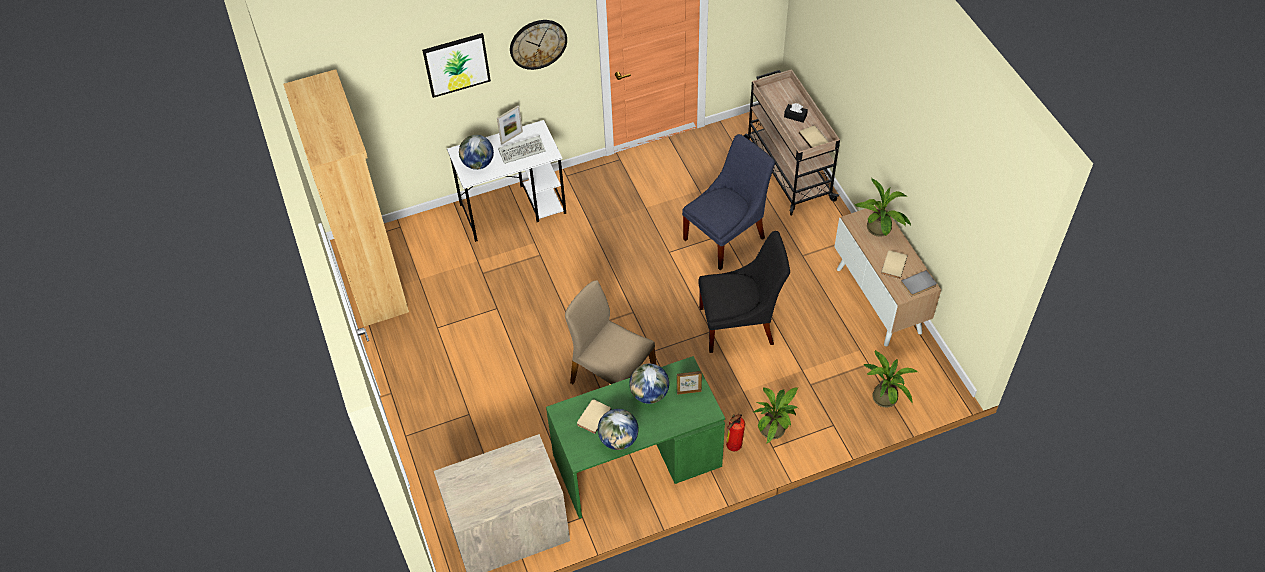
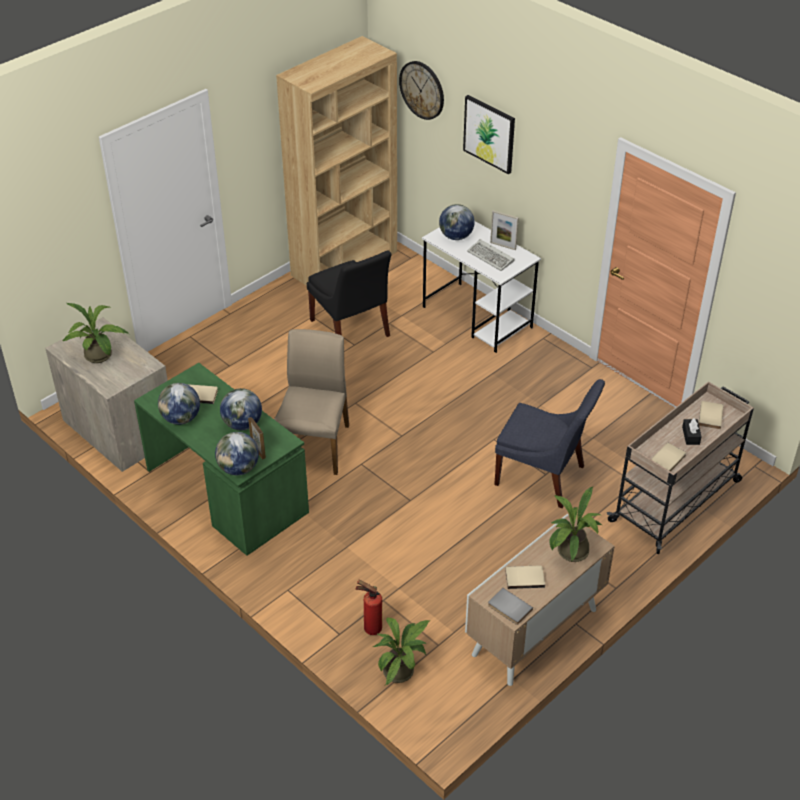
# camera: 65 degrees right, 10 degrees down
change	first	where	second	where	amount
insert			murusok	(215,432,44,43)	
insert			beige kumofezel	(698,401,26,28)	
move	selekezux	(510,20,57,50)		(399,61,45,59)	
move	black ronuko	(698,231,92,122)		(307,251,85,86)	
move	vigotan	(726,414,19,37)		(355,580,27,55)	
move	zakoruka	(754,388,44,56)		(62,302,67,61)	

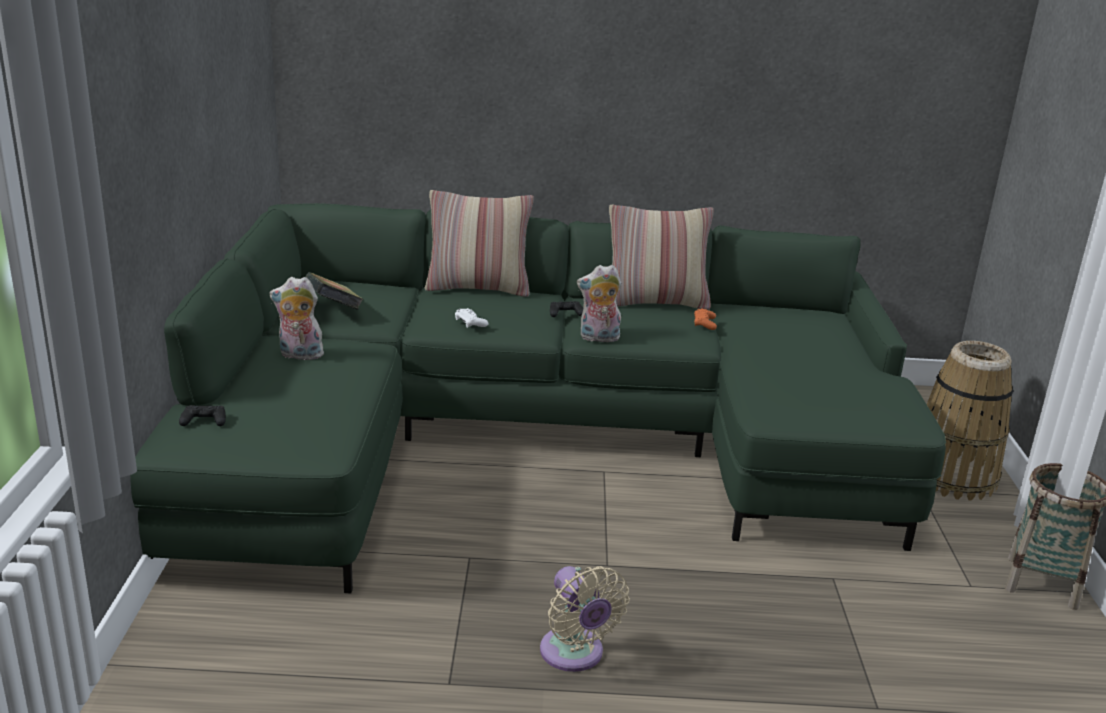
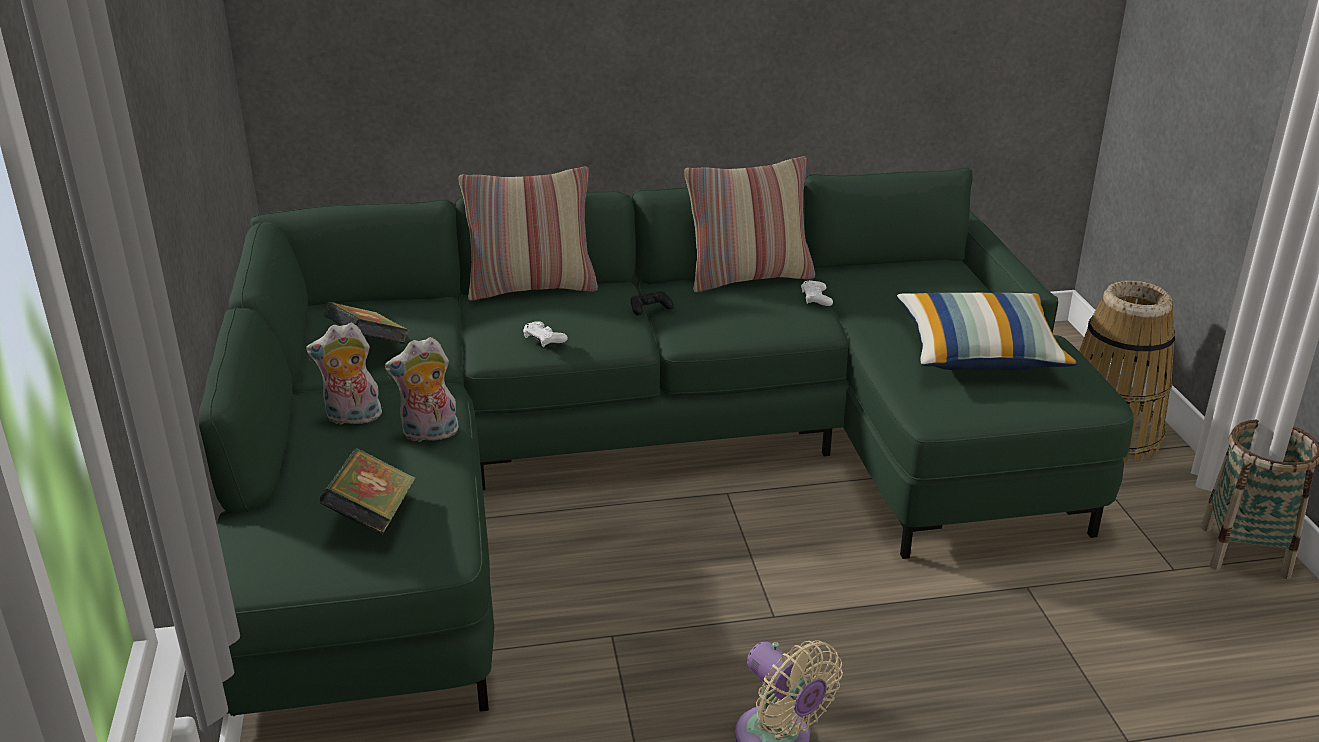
# camera: 10 degrees left, 5 degrees up
change	first	where	second	where	amount
delete	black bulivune	(179,405,47,21)			
insert			kumofezel	(319,448,96,87)	
insert			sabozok	(897,293,181,77)	
move	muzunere	(577,265,45,77)		(385,337,74,105)	
recolor	orange bulivune	(694,308,23,22)	white bulivune	(801,280,32,26)	

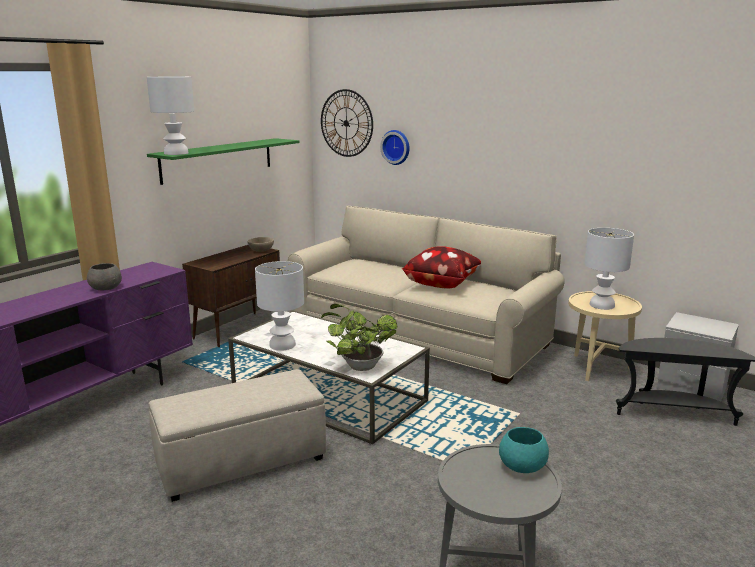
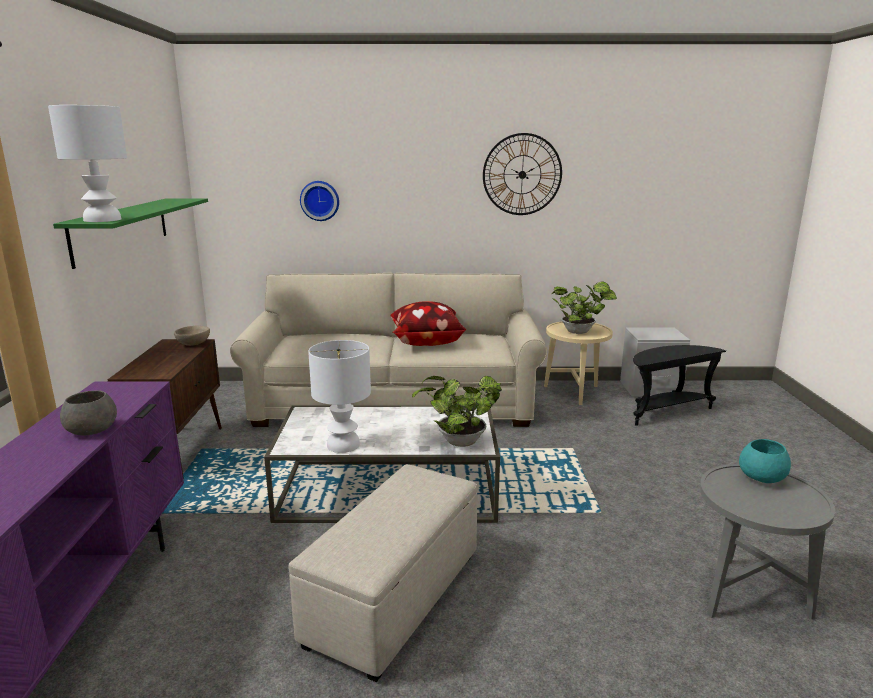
# camera: 35 degrees left, 0 degrees up
change	first	where	second	where	amount
move	selekezux	(321,89,52,68)		(483,133,79,82)	
replace	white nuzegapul	(584,228,50,82)	zakoruka	(552,282,65,52)	

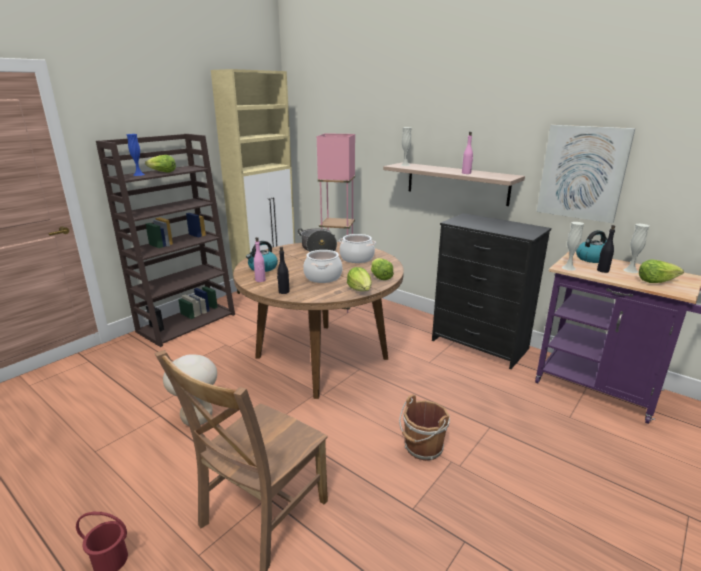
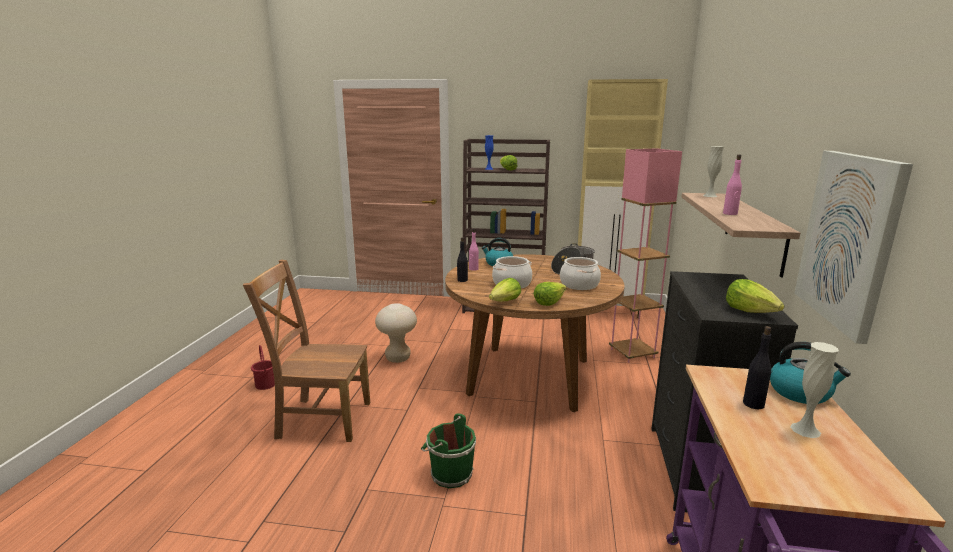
# camera: 60 degrees right, 5 degrees down
change	first	where	second	where	amount
delete	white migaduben	(561,222,23,49)			
move	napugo	(639,260,45,23)		(726,279,59,34)	
recolor	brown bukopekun	(399,394,51,67)	green bukopekun	(421,413,55,75)	

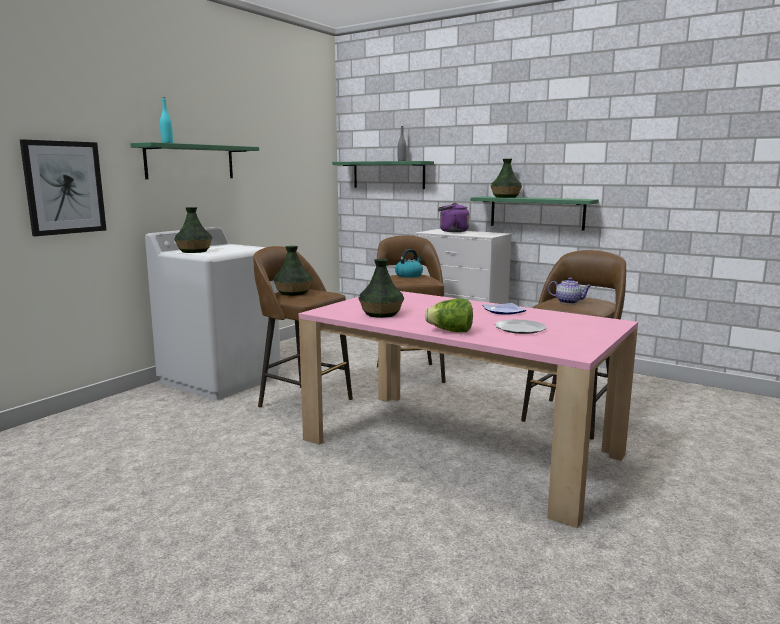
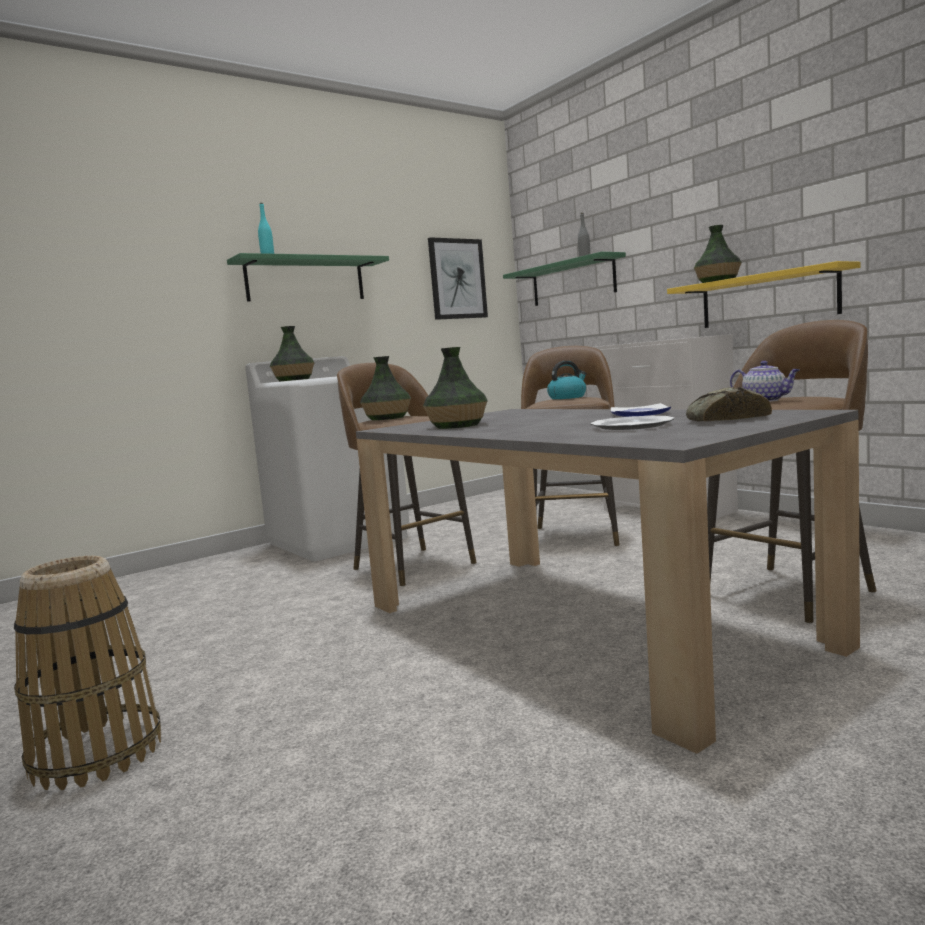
# camera: 20 degrees right, 5 degrees down
change	first	where	second	where	amount
delete	napugo	(425,298,48,34)			
delete	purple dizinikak	(438,203,32,29)			
insert			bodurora	(14,556,147,234)	
insert			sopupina	(686,387,86,34)	
move	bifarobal	(20,139,86,97)		(428,237,60,83)	
recolor	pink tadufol	(299,291,339,237)	grey tadufol	(356,409,504,345)	
recolor	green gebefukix	(471,196,128,35)	yellow gebefukix	(667,261,193,67)	

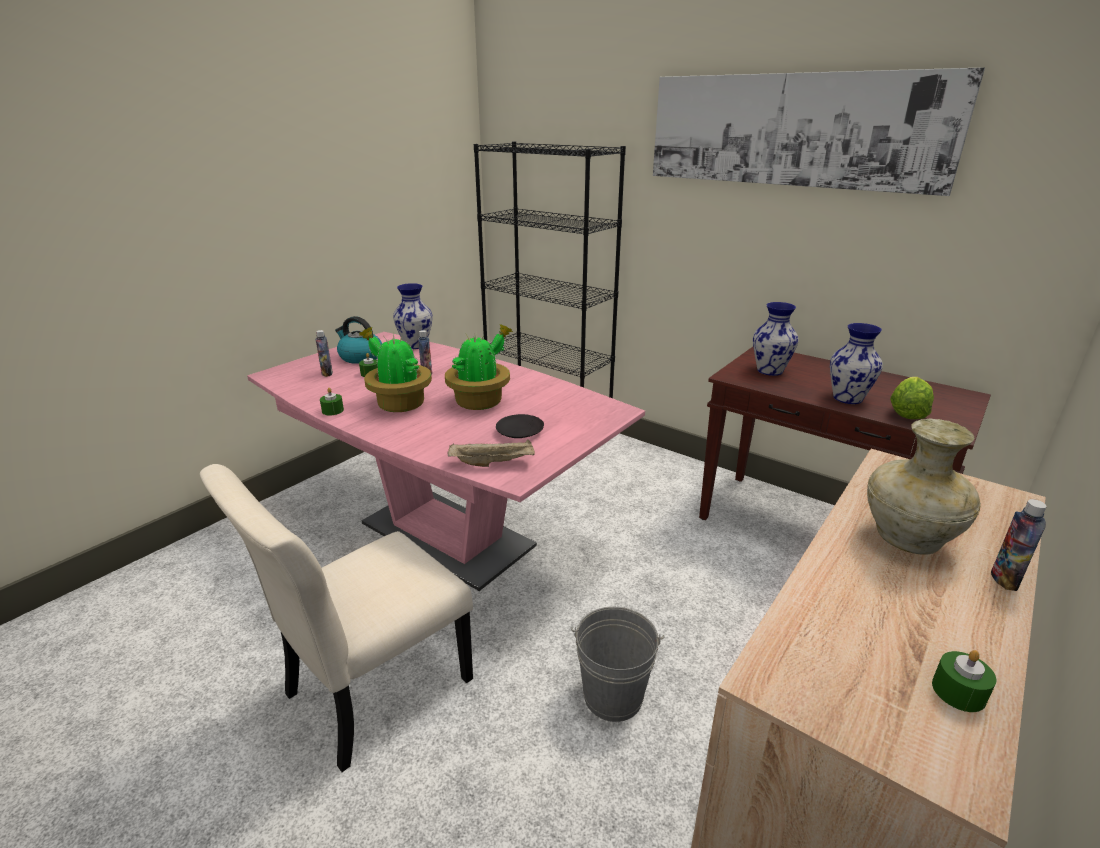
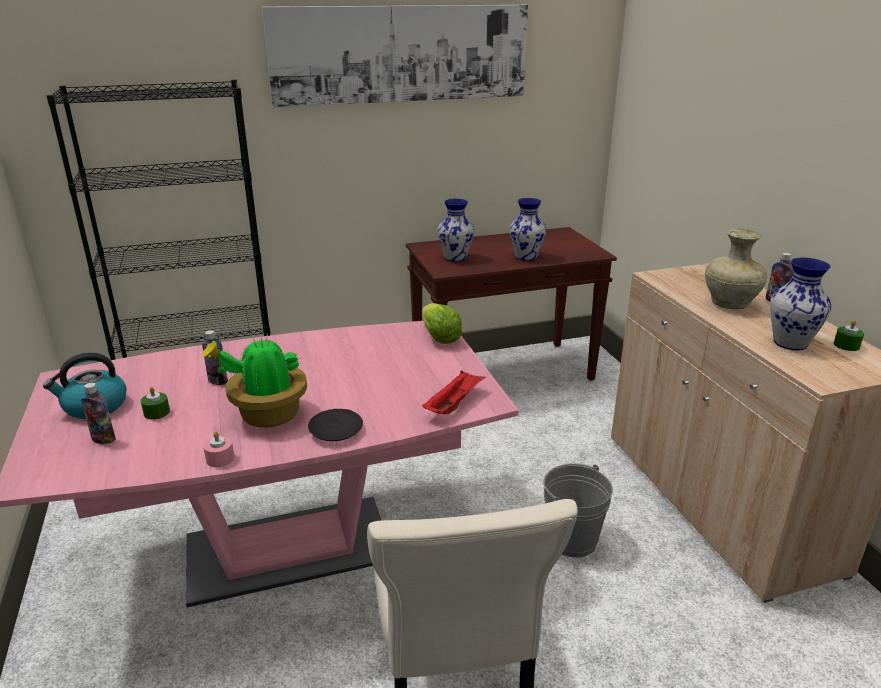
# camera: 55 degrees left, 0 degrees up
change	first	where	second	where	amount
delete	zakoruka	(445,324,68,86)			
move	migaduben	(393,283,39,66)		(770,258,61,92)	
move	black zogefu	(496,414,48,24)		(308,409,55,32)	
move	napugo	(890,377,44,42)		(422,303,40,41)	
recolor	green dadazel	(320,388,24,27)	pink dadazel	(203,431,31,36)	
recolor	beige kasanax	(448,439,87,28)	red kasanax	(422,370,64,45)	

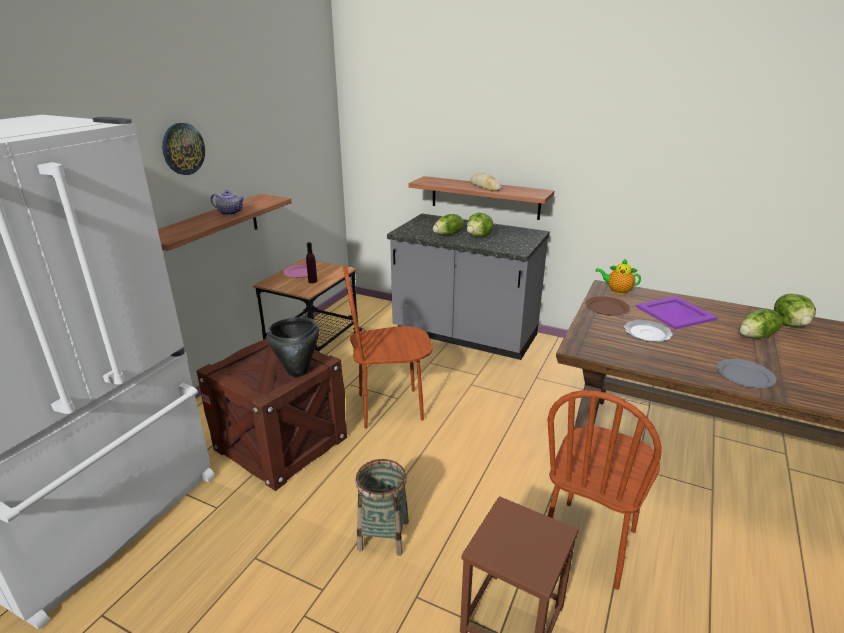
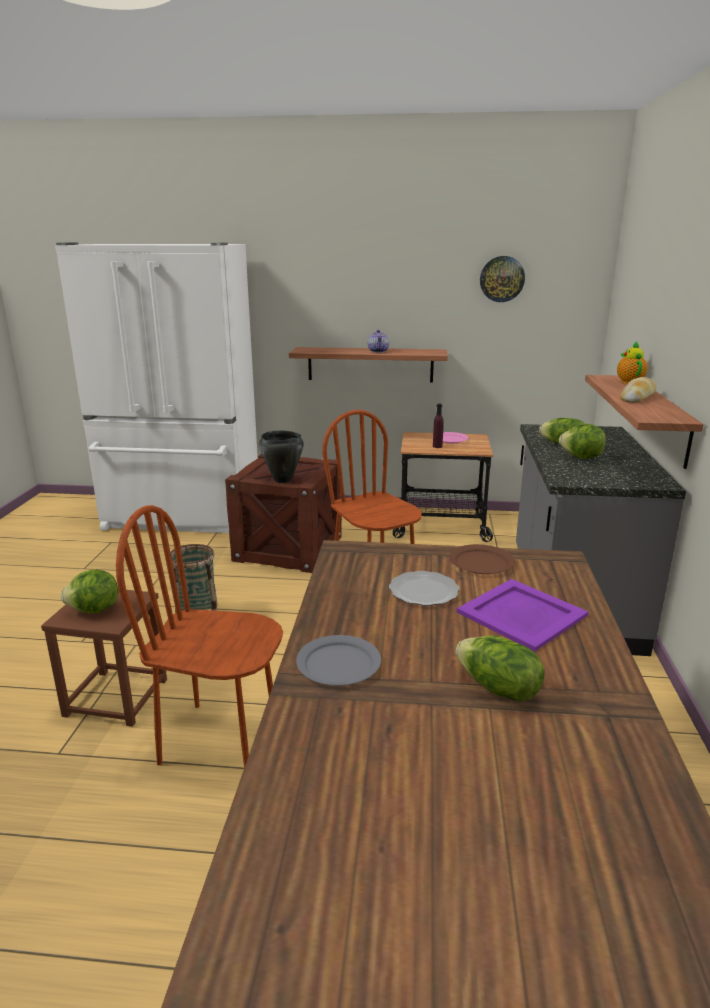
# camera: 70 degrees right, 5 degrees down
change	first	where	second	where	amount
move	selekezux	(162,123,43,52)		(480,256,45,46)	
move	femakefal	(595,258,46,37)		(617,341,31,43)	
move	napugo	(774,294,42,33)		(60,569,58,44)	

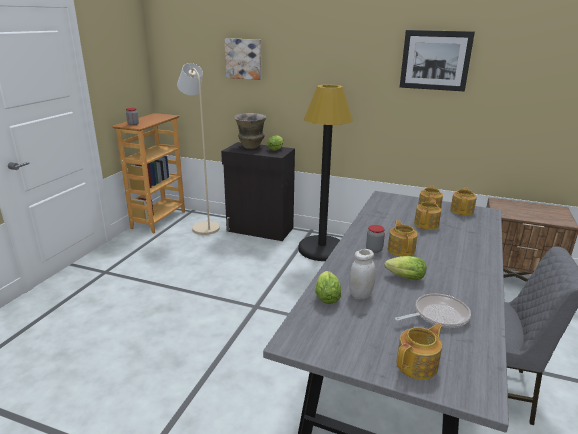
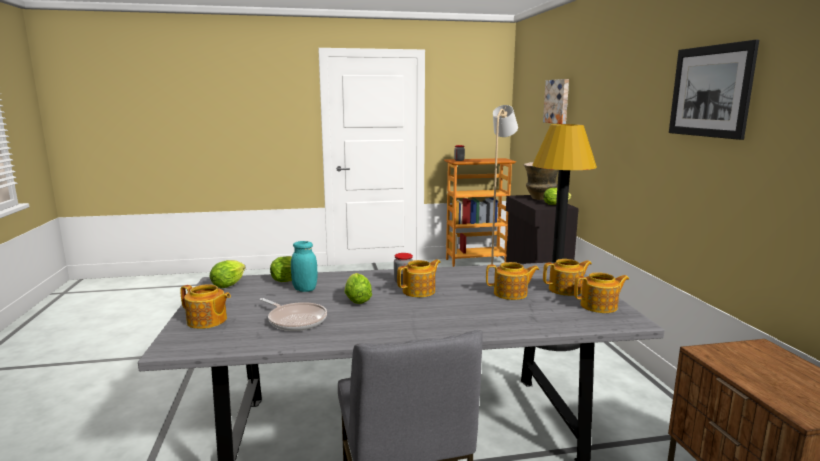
# camera: 60 degrees right, 10 degrees down
change	first	where	second	where	amount
insert			napugo	(210,260,35,28)	
recolor	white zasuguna	(349,249,27,51)	turquoise zasuguna	(291,241,27,51)	

